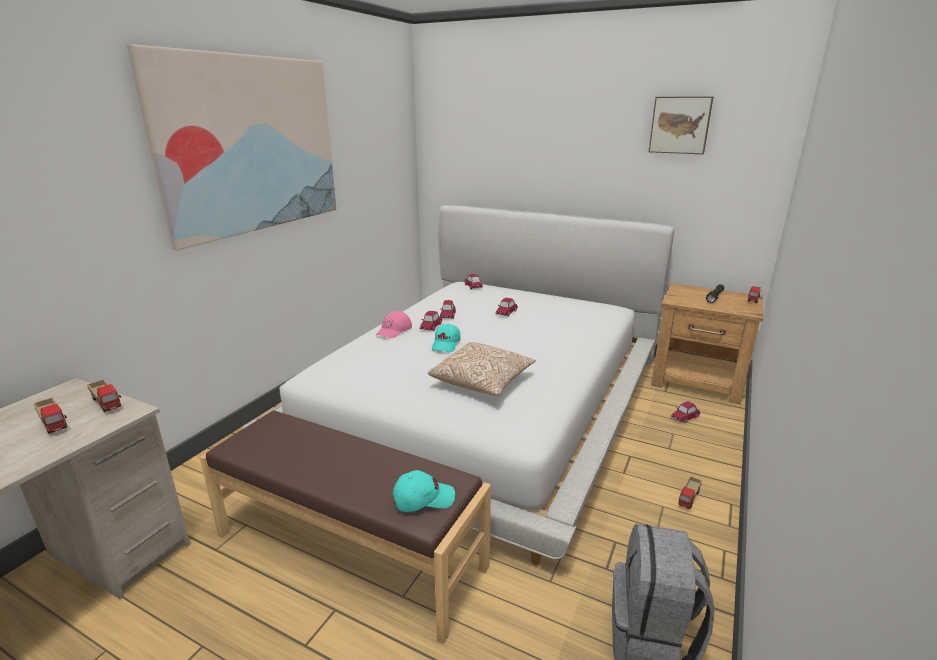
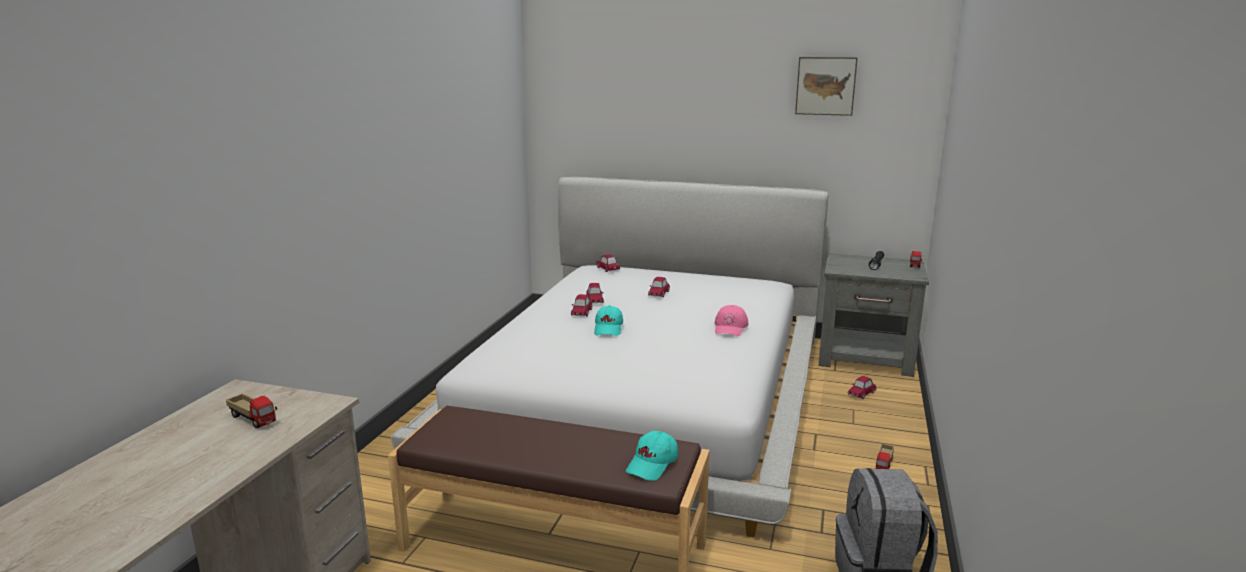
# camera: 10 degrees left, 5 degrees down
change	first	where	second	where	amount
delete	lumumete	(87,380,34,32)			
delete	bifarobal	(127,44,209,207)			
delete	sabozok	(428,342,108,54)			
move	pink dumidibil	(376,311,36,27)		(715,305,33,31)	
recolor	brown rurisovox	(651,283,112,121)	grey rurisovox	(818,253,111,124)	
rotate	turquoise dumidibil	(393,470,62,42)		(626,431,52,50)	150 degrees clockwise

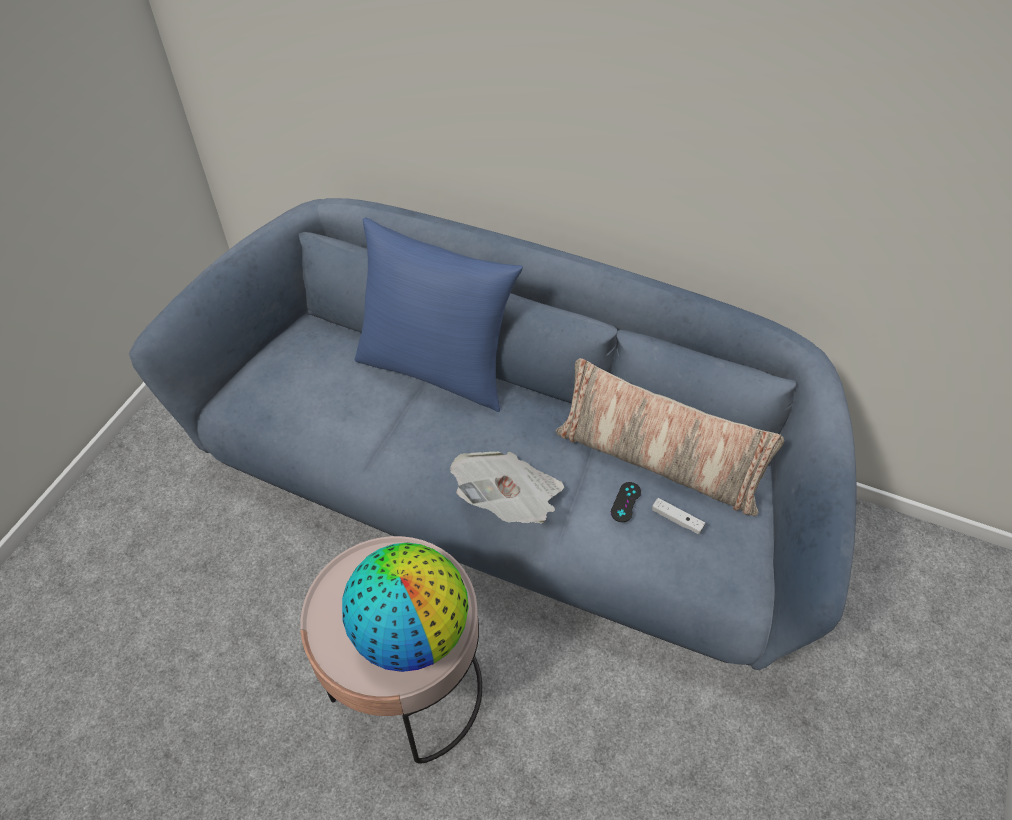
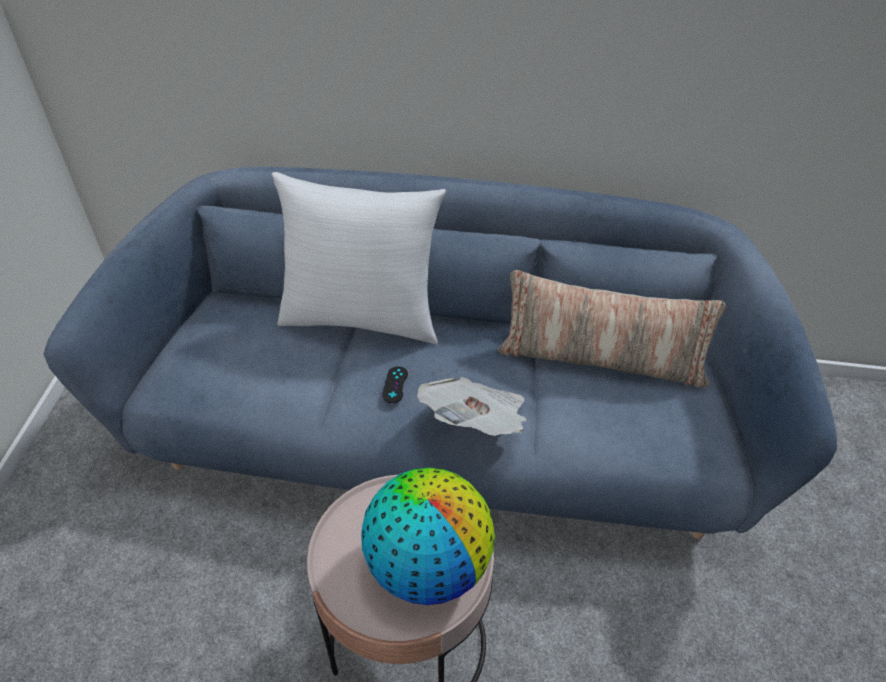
# camera: 15 degrees left, 5 degrees down
change	first	where	second	where	amount
delete	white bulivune	(652,498,53,37)			
move	black bulivune	(611,482,30,40)		(382,366,26,37)	
recolor	blue sabozok	(355,218,168,194)	white sabozok	(272,172,174,172)	

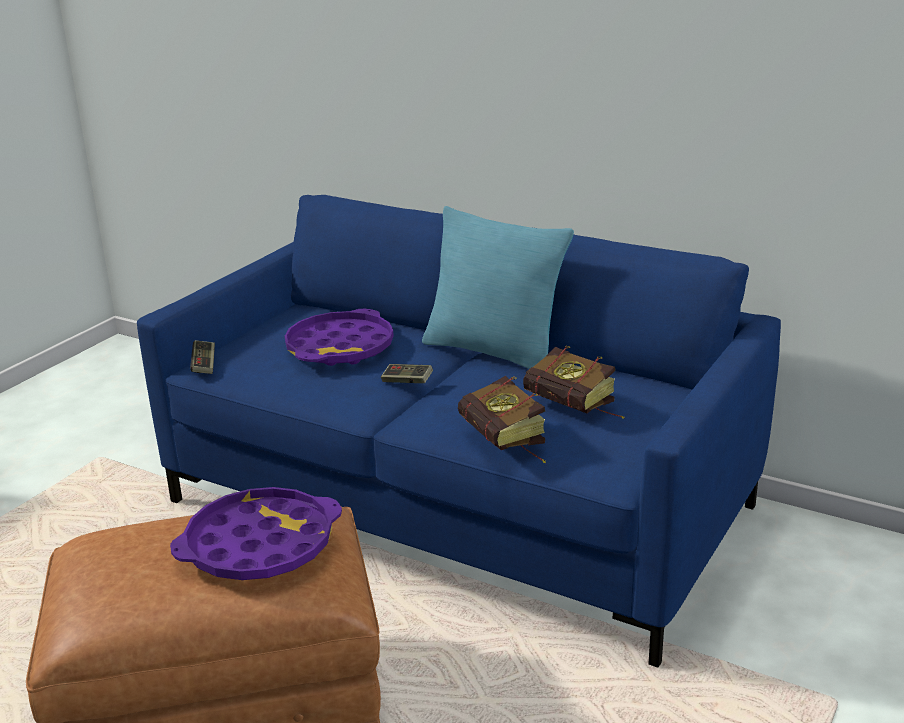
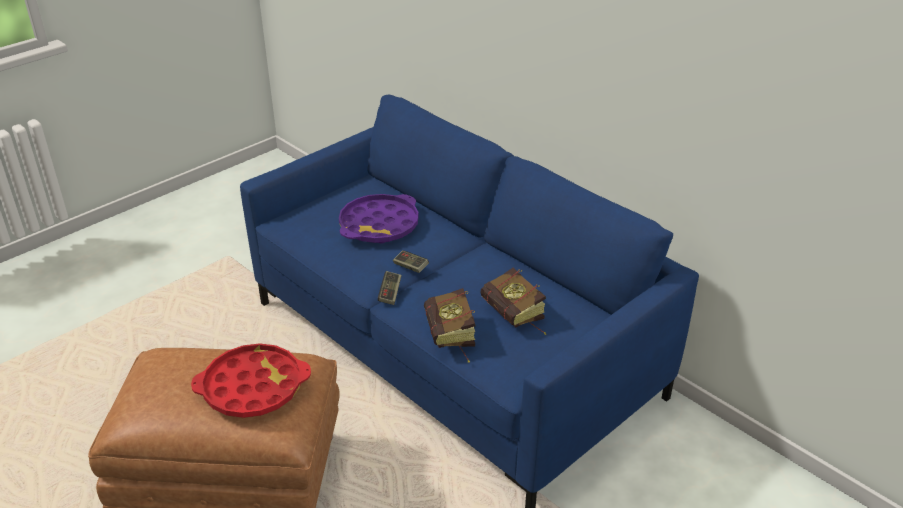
# camera: 15 degrees right, 10 degrees up
change	first	where	second	where	amount
delete	turquoise sabozok	(422,206,152,163)			
move	bulivune	(190,340,25,34)		(378,271,24,34)	
recolor	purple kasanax	(170,487,172,93)	red kasanax	(191,343,120,75)	

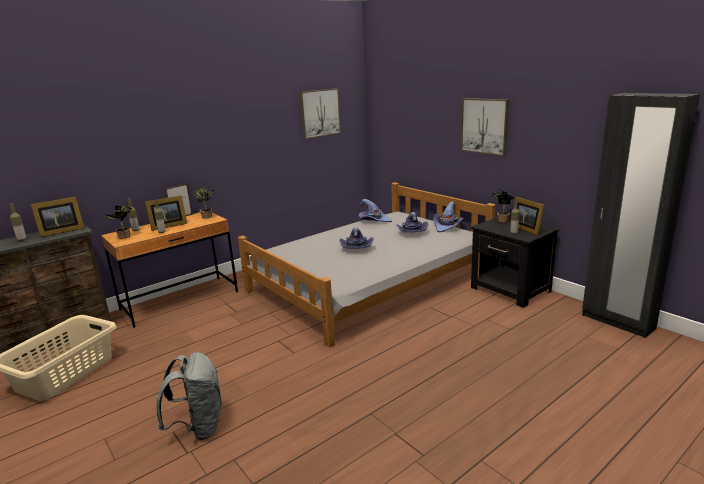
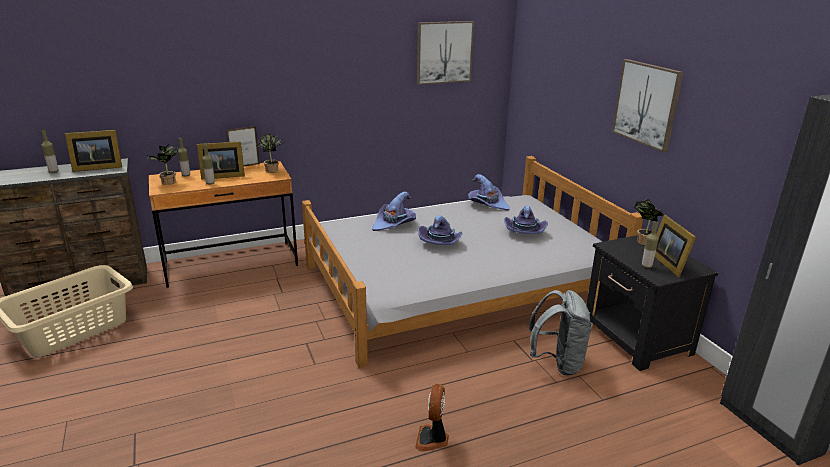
# camera: 15 degrees right, 5 degrees up
change	first	where	second	where	amount
insert			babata	(415,384,34,67)	
move	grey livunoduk	(156,352,66,88)		(529,290,63,86)	
move	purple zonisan	(433,202,32,31)		(372,192,44,39)	

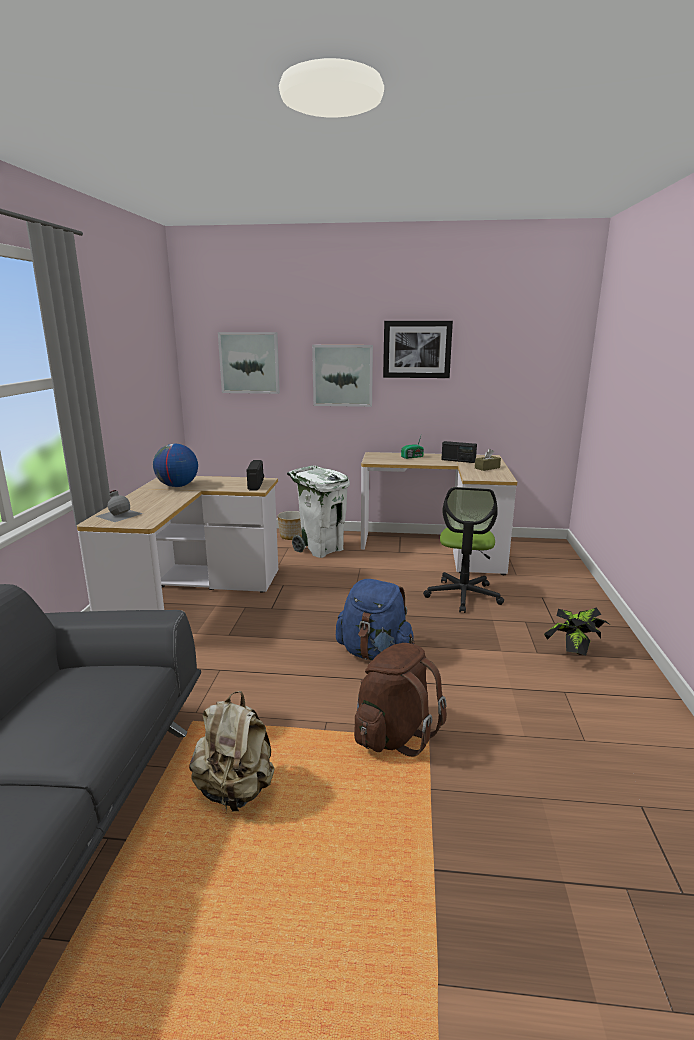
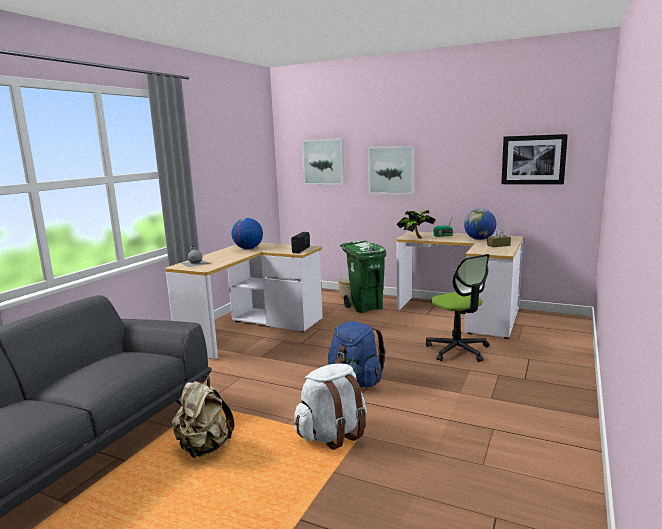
# camera: 20 degrees right, 5 degrees down
change	first	where	second	where	amount
move	bifarobal	(383,321,70,57)		(501,134,67,51)	
move	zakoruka	(544,607,65,49)		(397,210,39,29)	
replace	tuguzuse	(441,441,36,22)	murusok	(464,209,32,31)	
recolor	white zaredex	(287,466,63,92)	green zaredex	(340,240,46,73)	
recolor	brown livunoduk	(354,643,93,114)	white livunoduk	(294,363,73,87)	
rotate	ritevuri	(423,487,81,126)		(426,254,64,108)	60 degrees counterclockwise

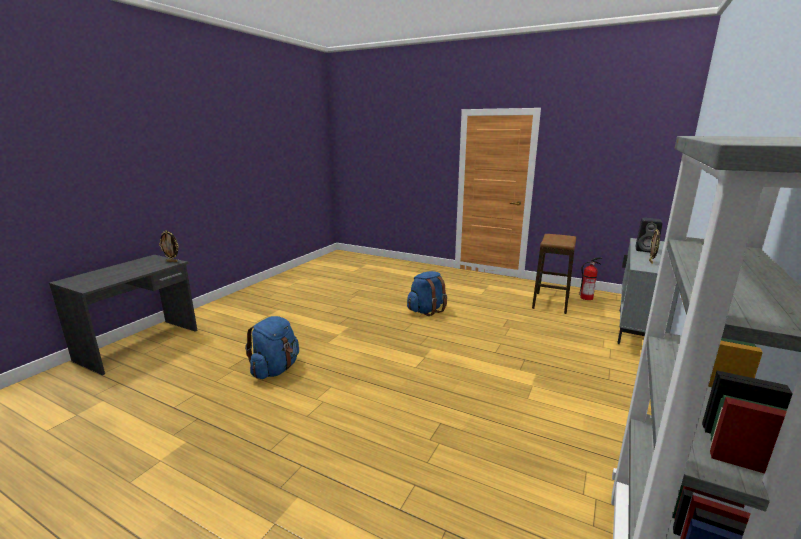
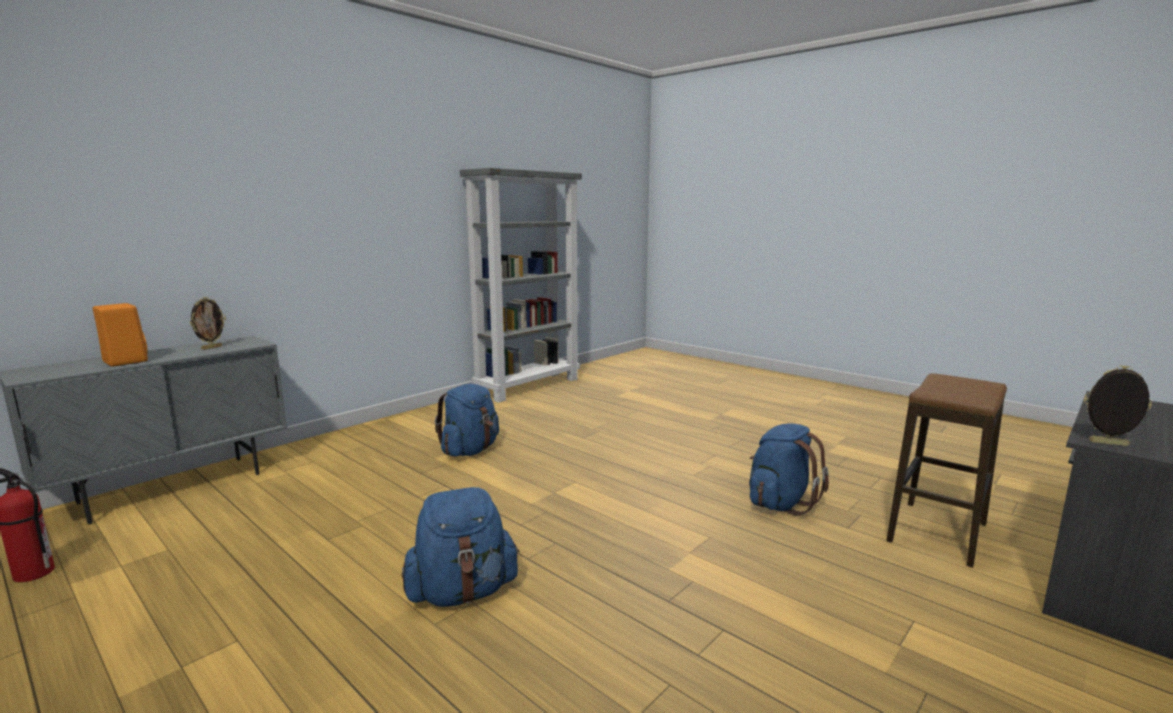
# camera: 165 degrees left, 5 degrees down
change	first	where	second	where	amount
insert			blue livunoduk	(435,384,64,72)	
move	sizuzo	(532,234,44,80)		(886,373,121,194)	
recolor	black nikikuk	(635,218,28,34)	orange nikikuk	(93,303,55,64)	

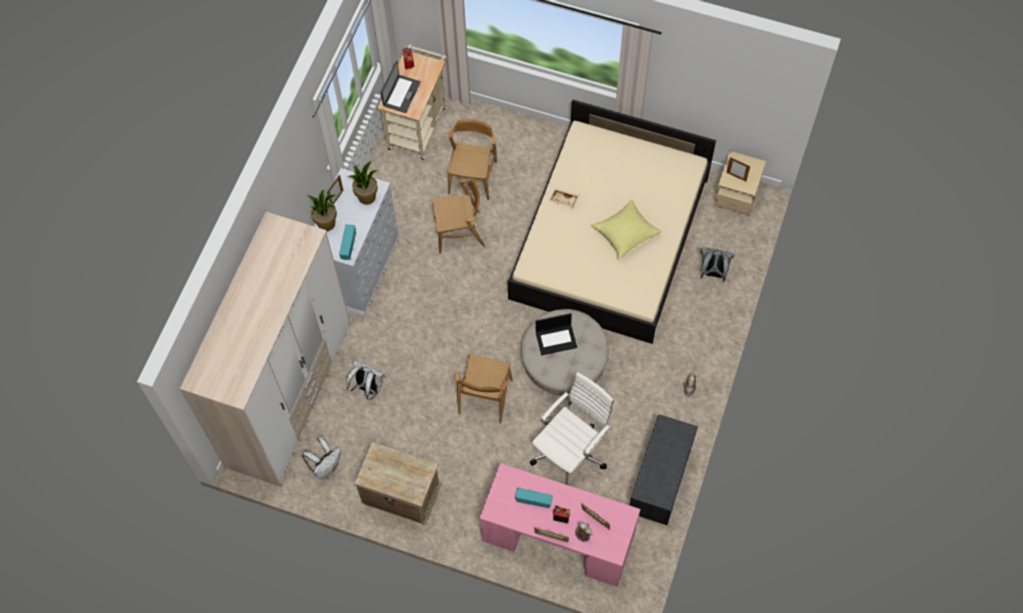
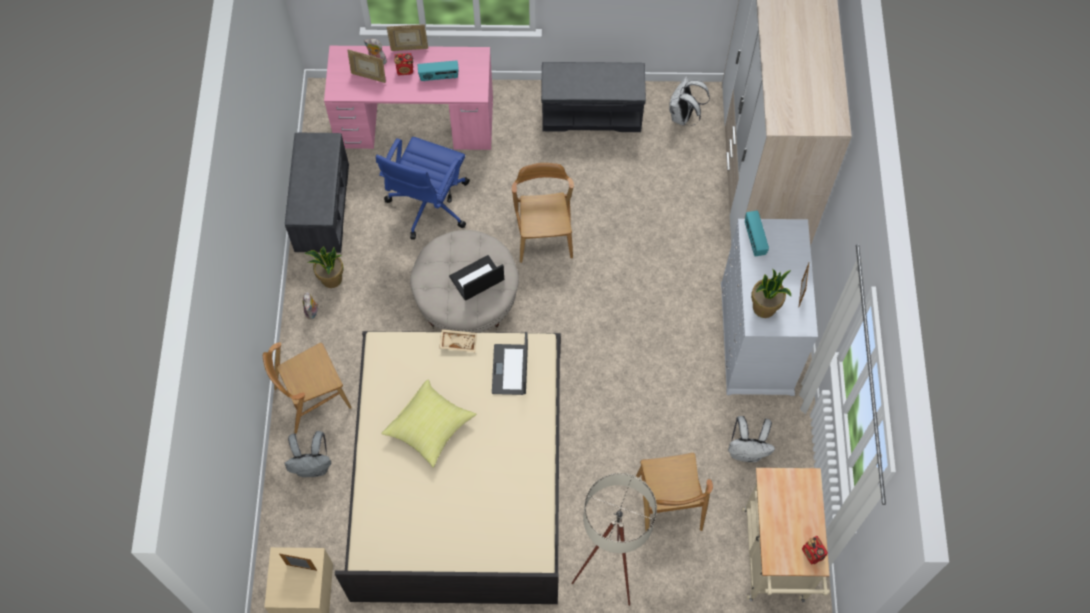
# camera: 160 degrees right, 0 degrees up
change	first	where	second	where	amount
insert			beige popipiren	(571,473,86,133)	
move	zakoruka	(307,190,30,41)		(305,247,39,41)	
move	white livunoduk	(346,361,39,39)		(728,416,47,46)	
move	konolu	(381,61,40,52)		(492,332,36,63)	
move	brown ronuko	(432,179,53,75)		(263,342,89,92)	
move	beige kasanax	(549,189,31,19)		(439,329,38,23)	
replace	beige rurisovox	(354,442,88,83)	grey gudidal	(541,62,105,70)	
recolor	white ritevuri	(530,372,84,113)	blue ritevuri	(376,137,94,103)	

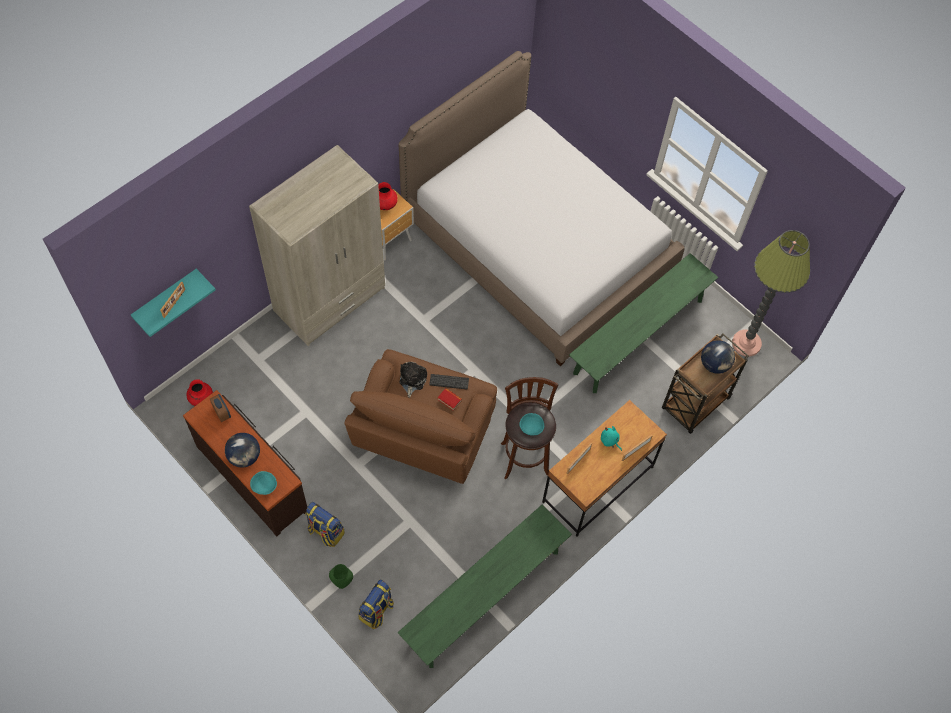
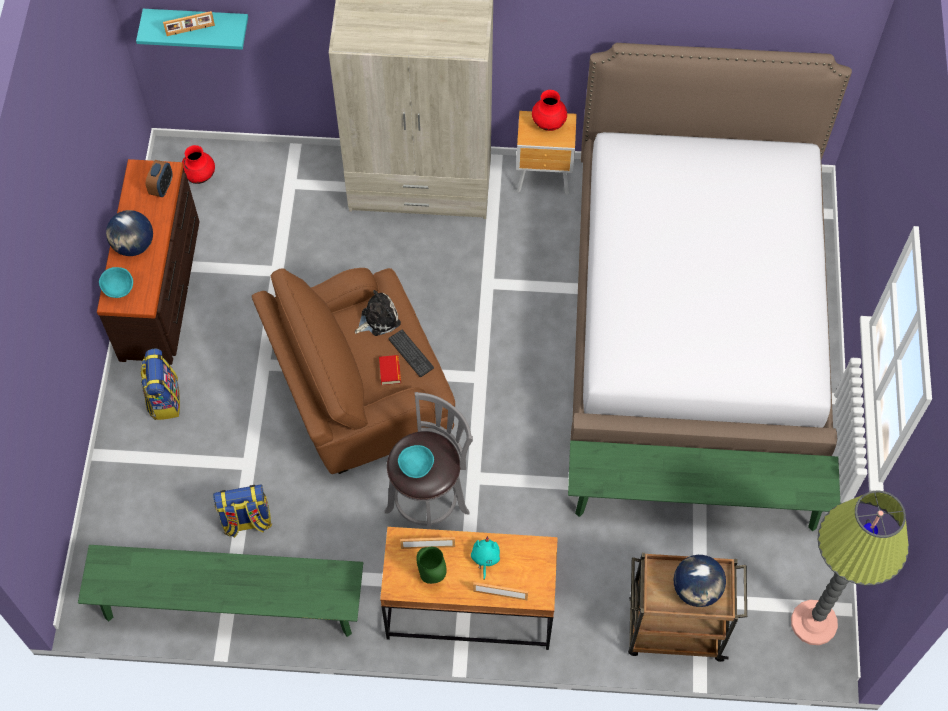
# camera: 50 degrees right, 0 degrees up
change	first	where	second	where	amount
move	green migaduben	(329,564,24,25)		(416,547,31,37)	
move	livunoduk	(358,579,36,50)		(213,484,59,54)	
recolor	brown sizuzo	(501,377,57,102)	grey sizuzo	(384,392,89,137)	

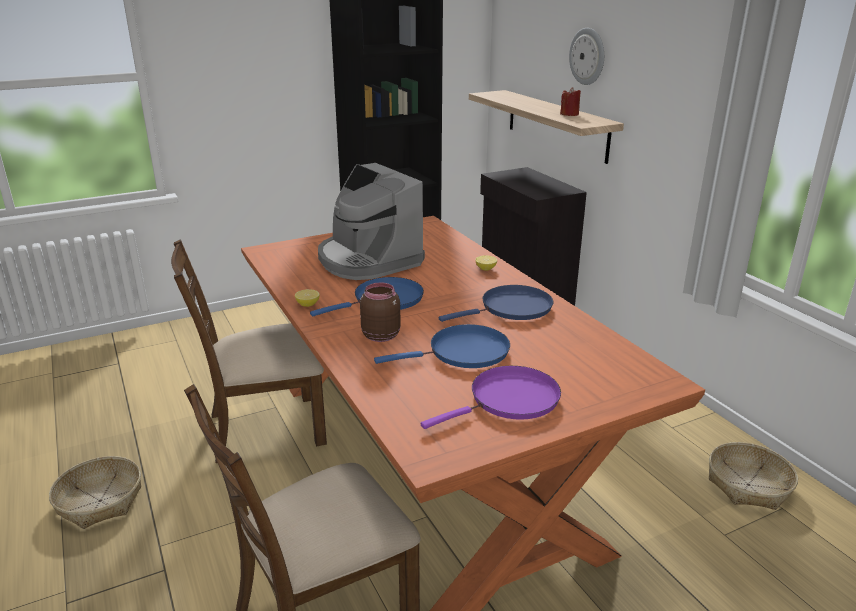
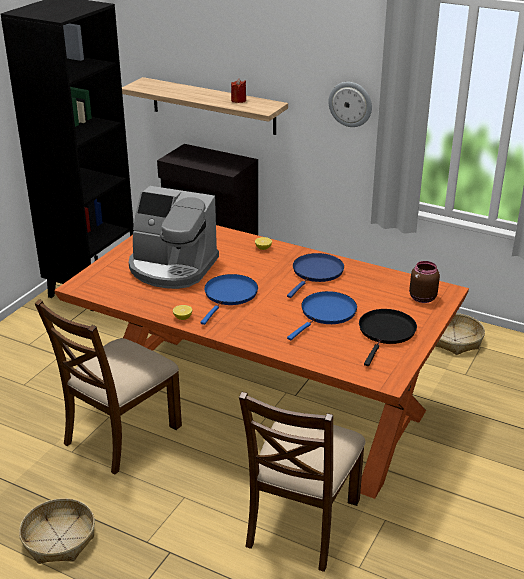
# camera: 35 degrees left, 5 degrees up
change	first	where	second	where	amount
move	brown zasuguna	(360,283,41,59)		(409,261,31,42)	
move	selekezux	(569,28,35,57)		(329,82,43,45)	
recolor	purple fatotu	(421,366,140,63)	black fatotu	(359,309,58,57)	

